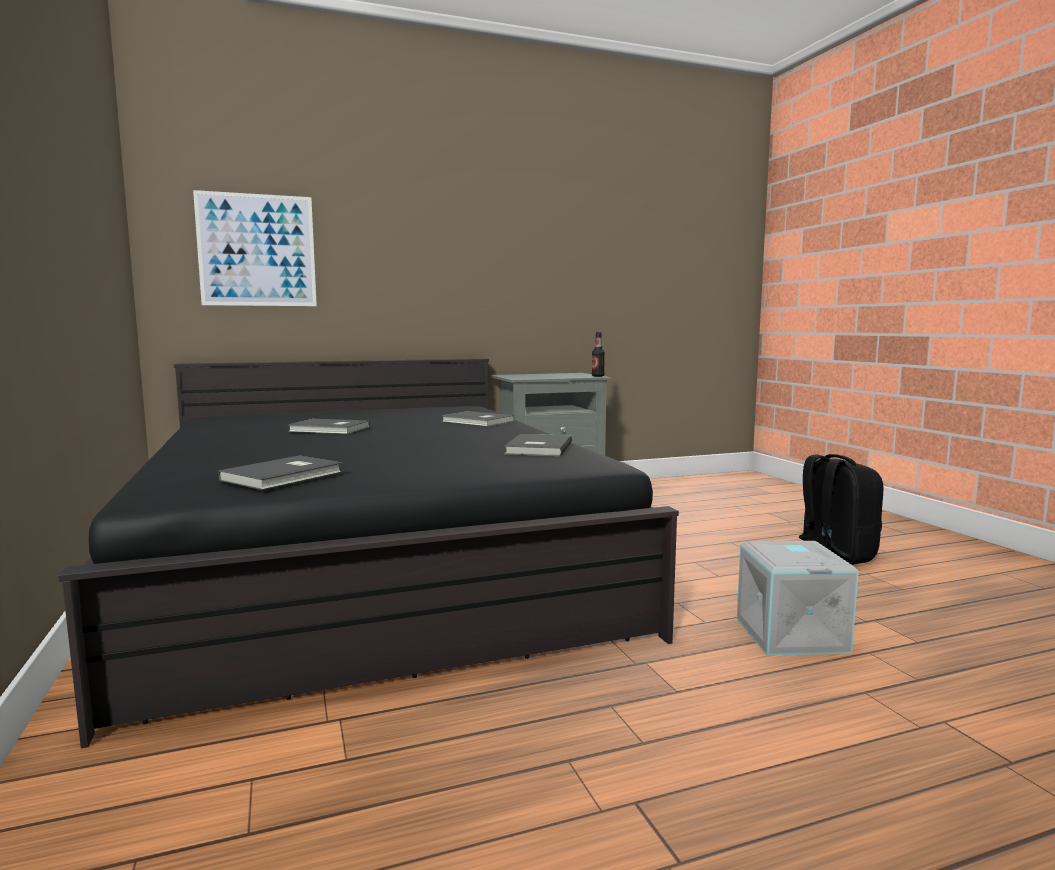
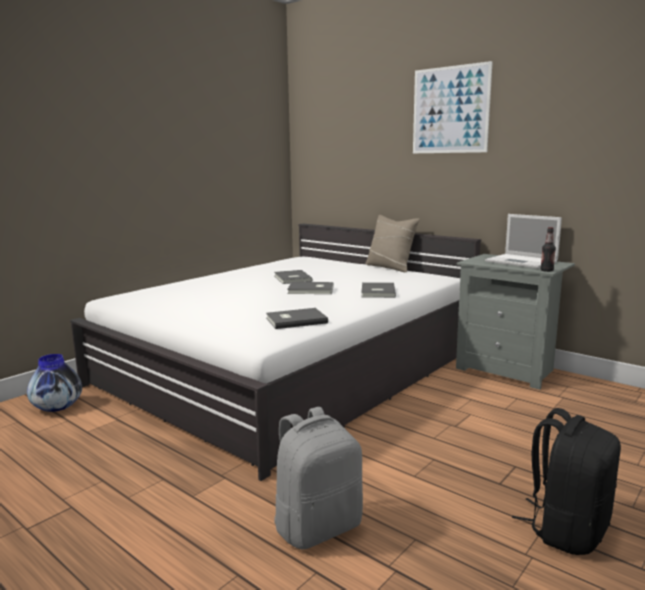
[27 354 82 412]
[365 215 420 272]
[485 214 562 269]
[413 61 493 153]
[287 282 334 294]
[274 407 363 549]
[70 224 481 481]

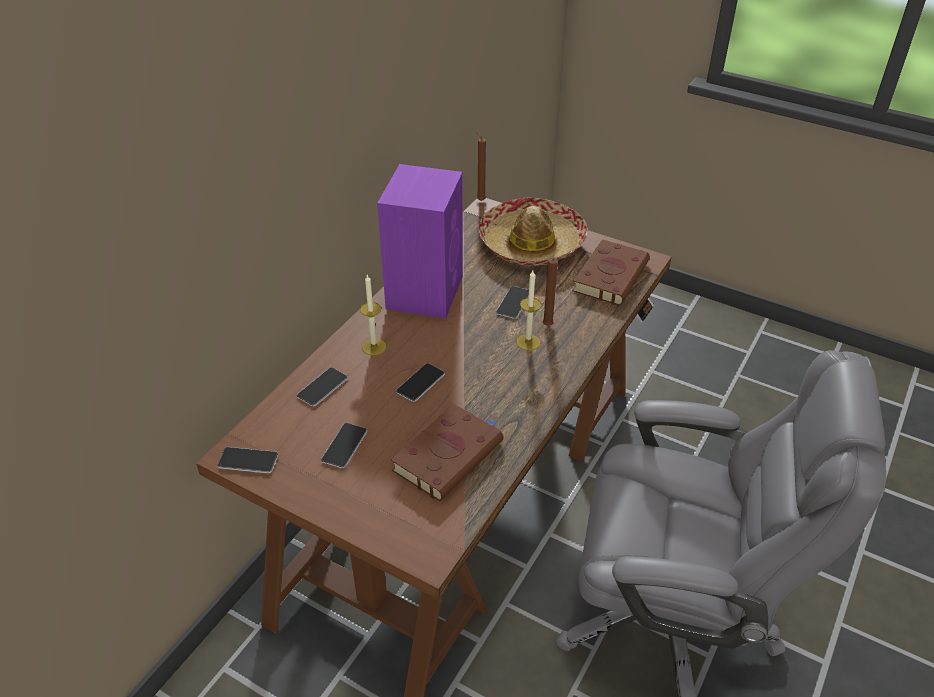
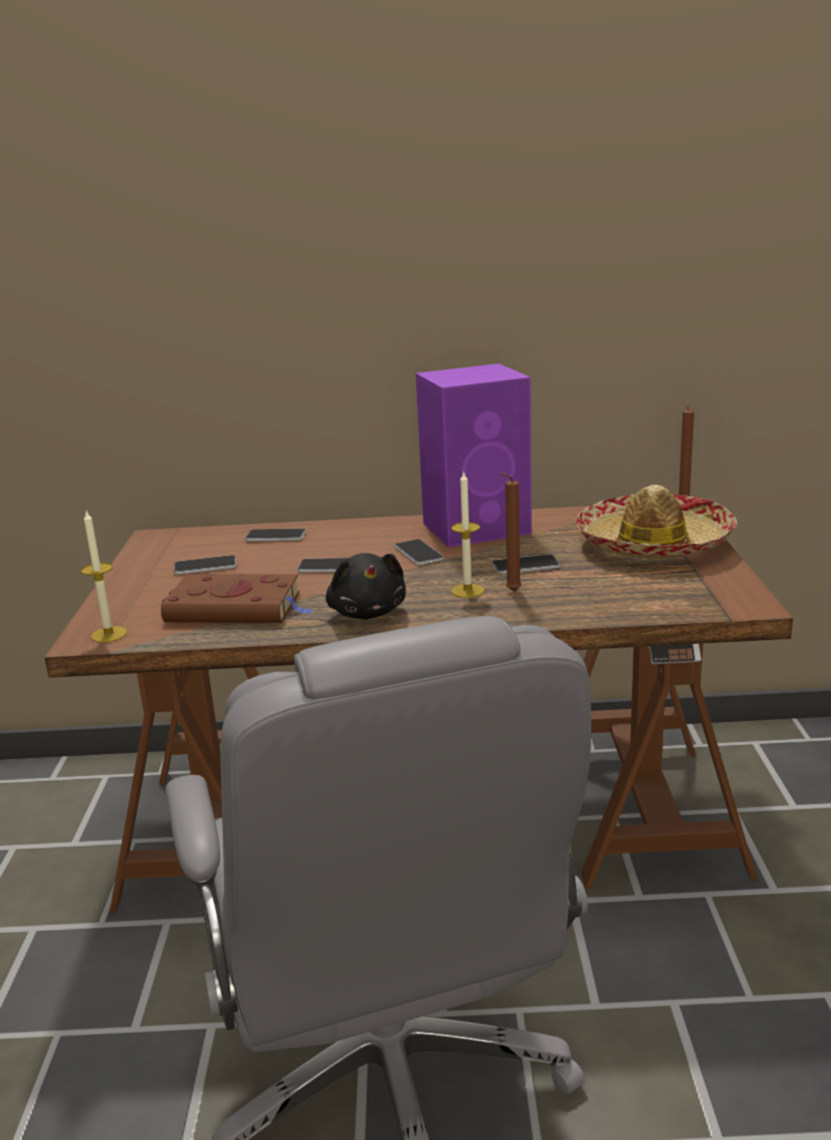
[572 239 650 306] (first image)
[326 553 406 619]
[394 539 444 565]
[81 510 127 643]

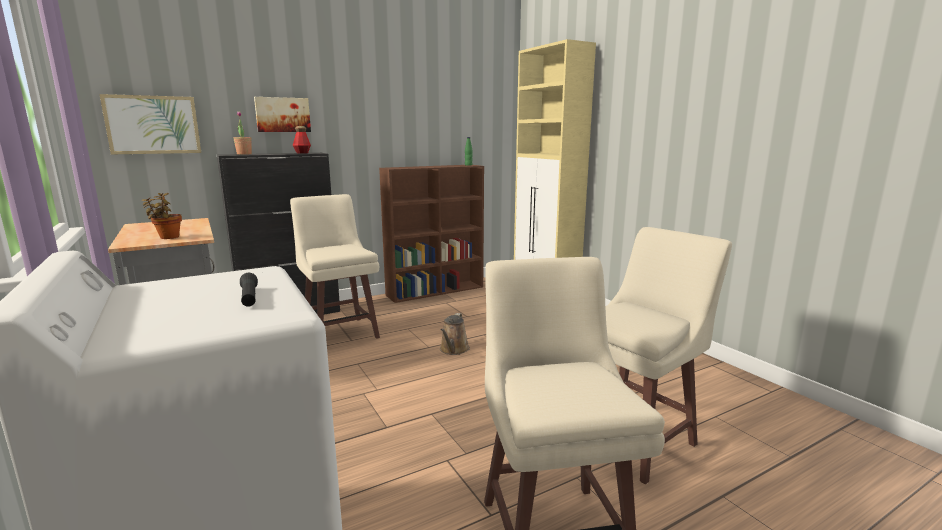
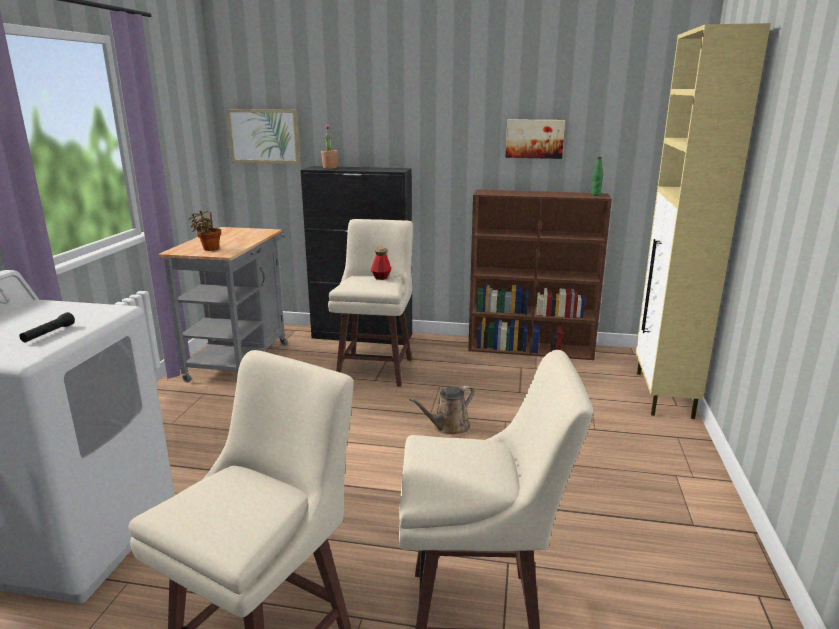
[505 119 565 159]
[371 247 391 280]

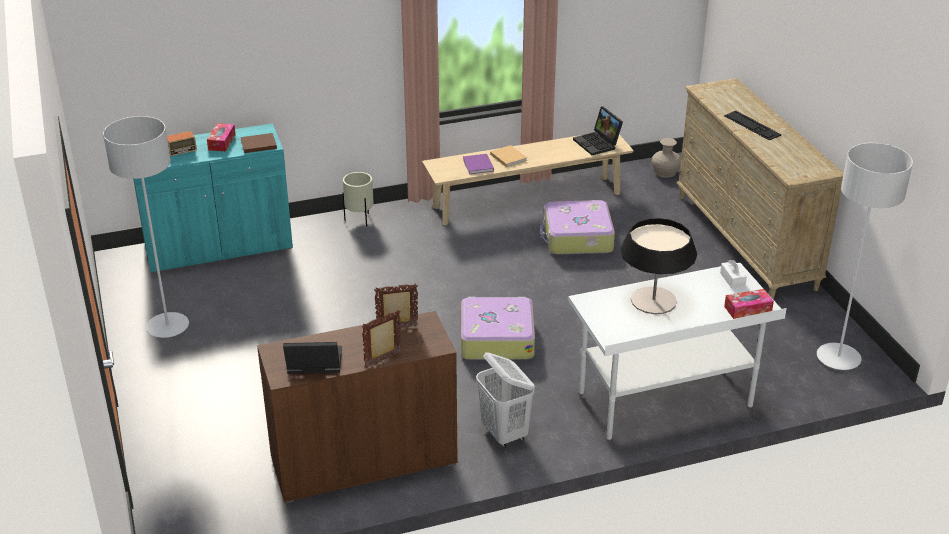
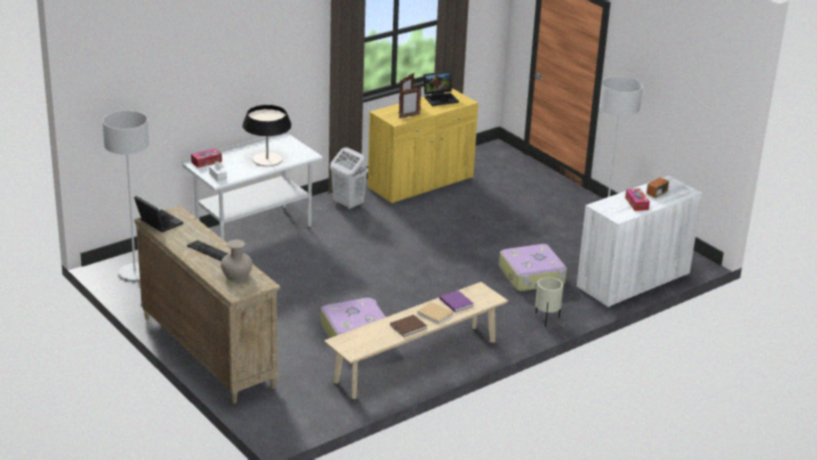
[390 315 427 337]
[499 244 567 291]
[134 196 183 232]
[221 240 253 281]
[577 176 702 308]
[368 89 478 204]

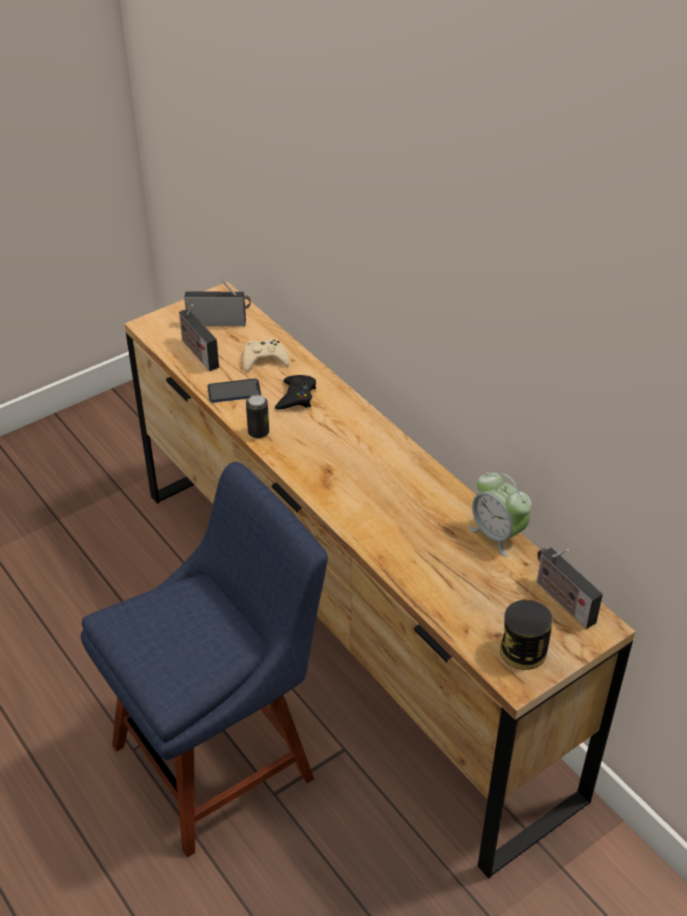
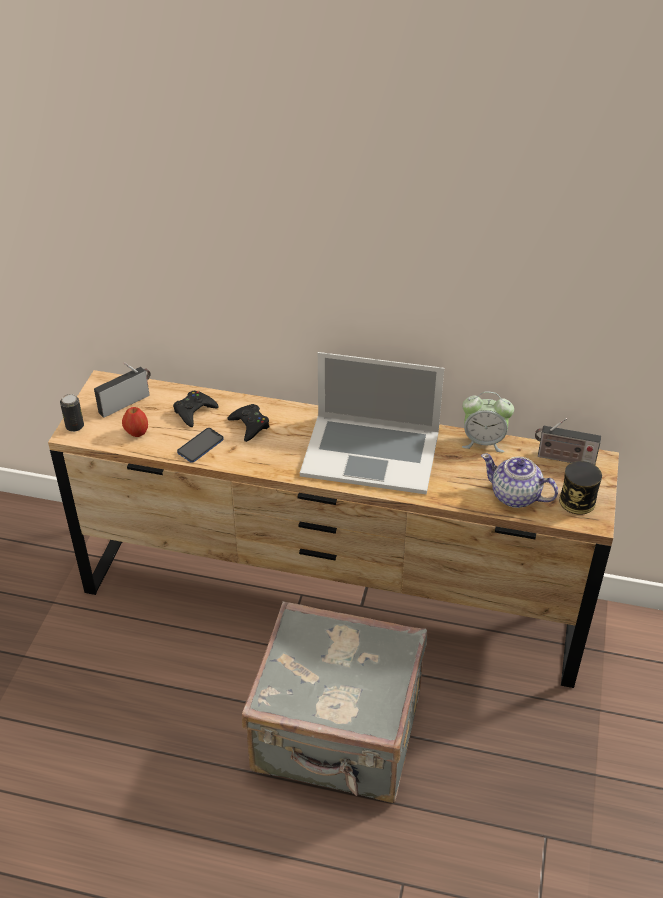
[300 352 444 494]
[481 454 558 508]
[60 394 84 432]
[242 601 427 803]
[122 407 148 437]
[173 391 218 427]

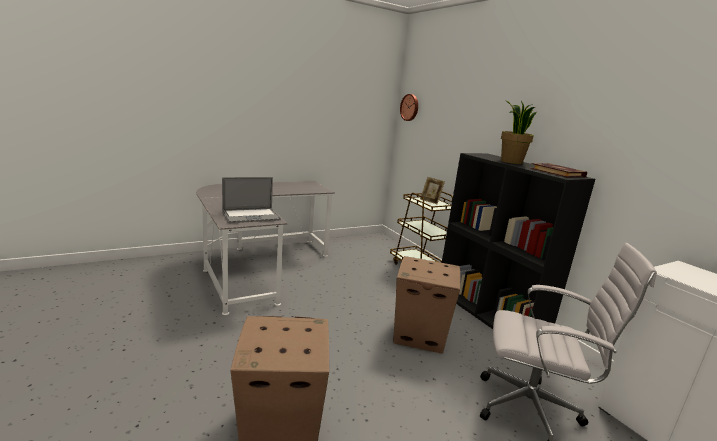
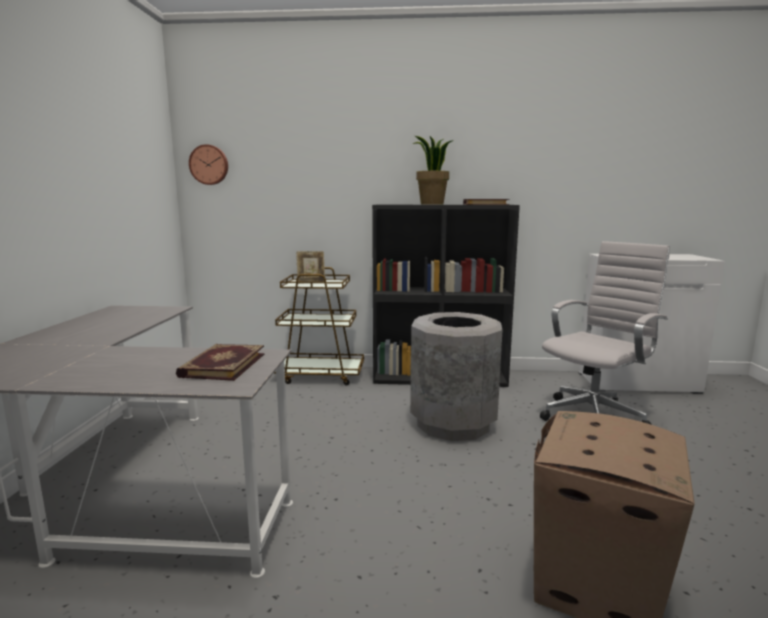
[176 344 265 381]
[410 312 503 441]

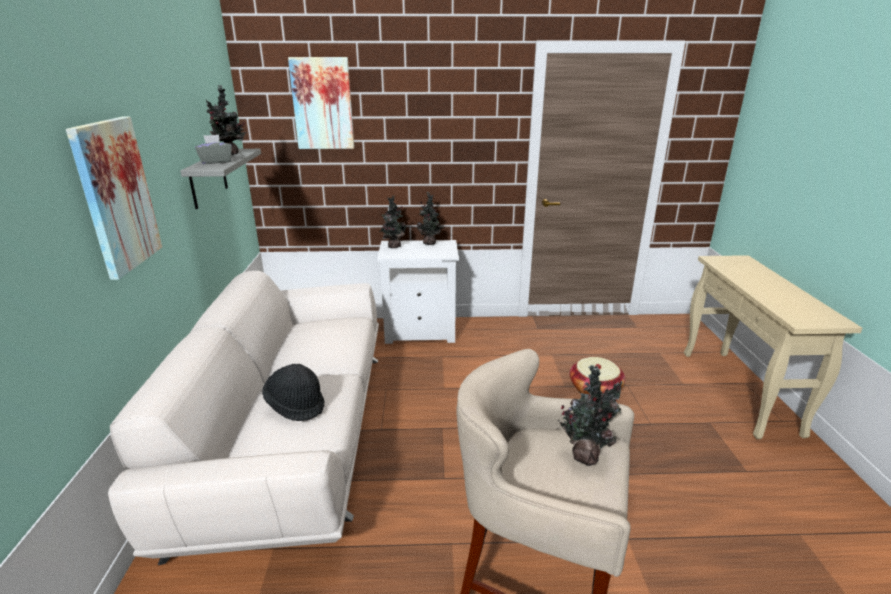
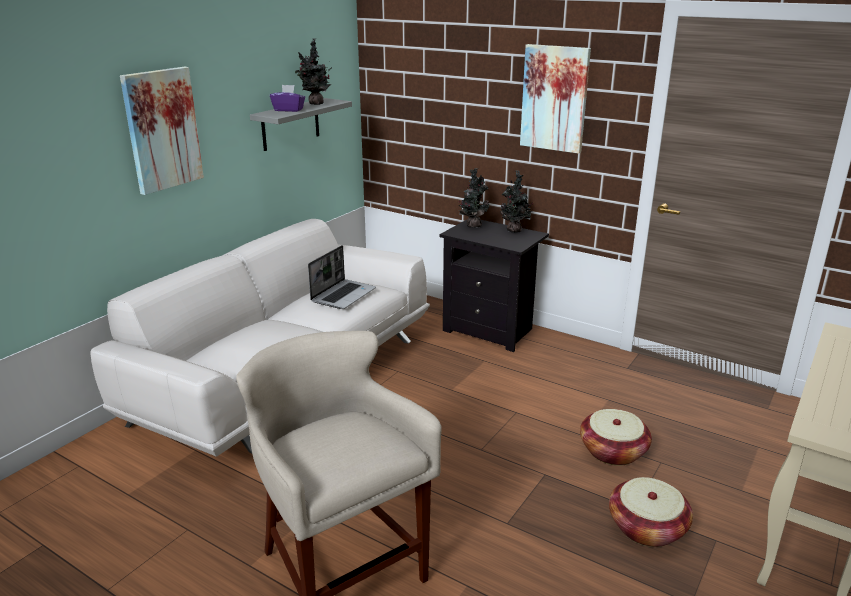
[262 364 324 421] (first image)
[558 365 623 466] (first image)
[308 245 376 309]
[609 477 693 547]
[520 44 591 154]
[270 85 305 112]
[440 220 549 352]

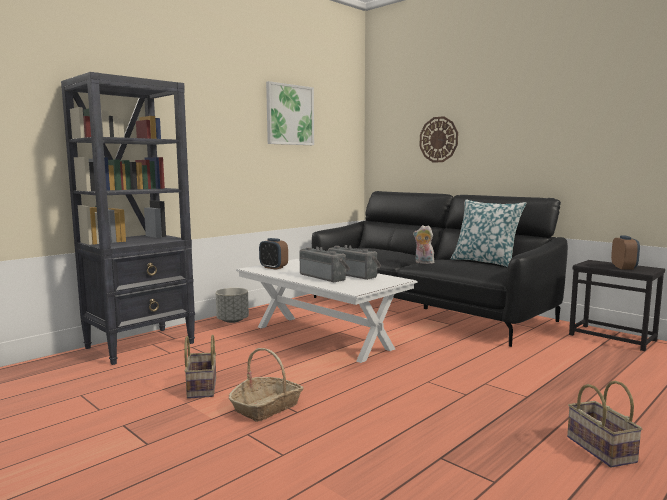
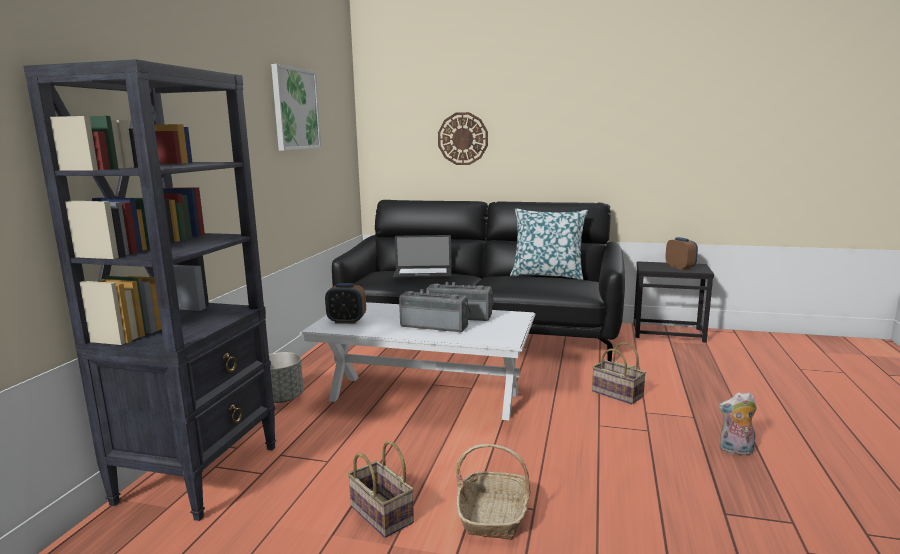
[393 235 451 280]
[719 392 757 455]
[592 342 646 405]

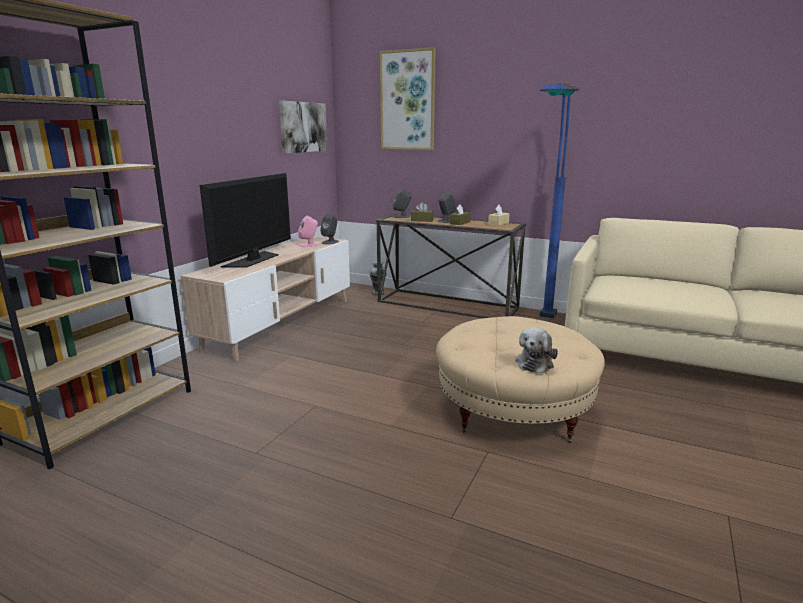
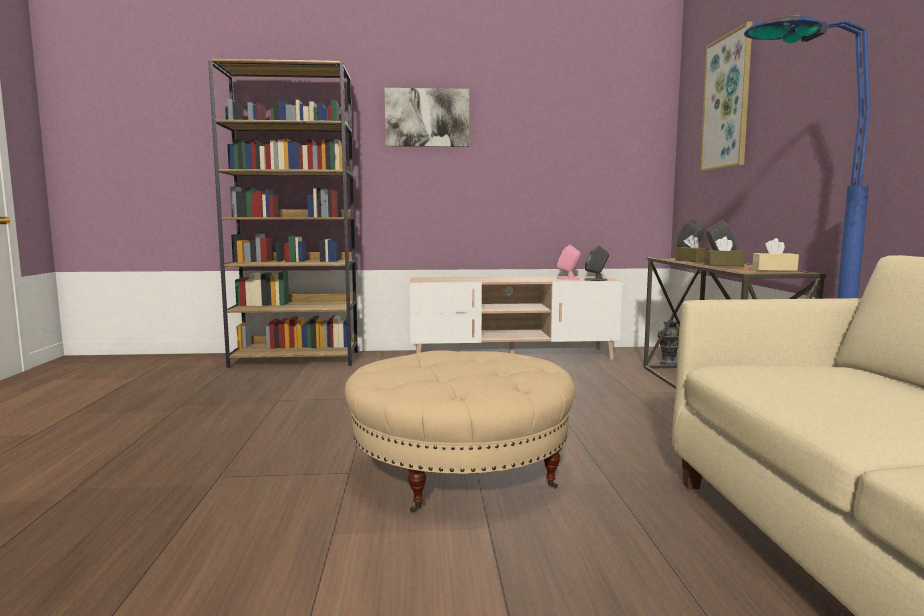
[200 173 291 268] (first image)
[515 327 558 374] (first image)
[385 88 469 147]

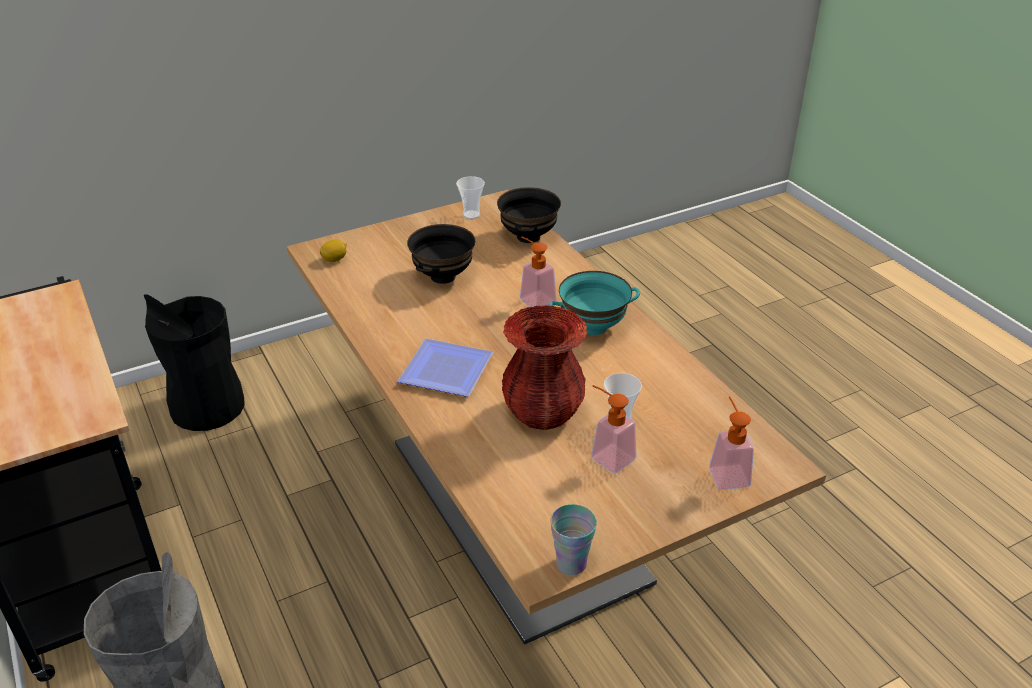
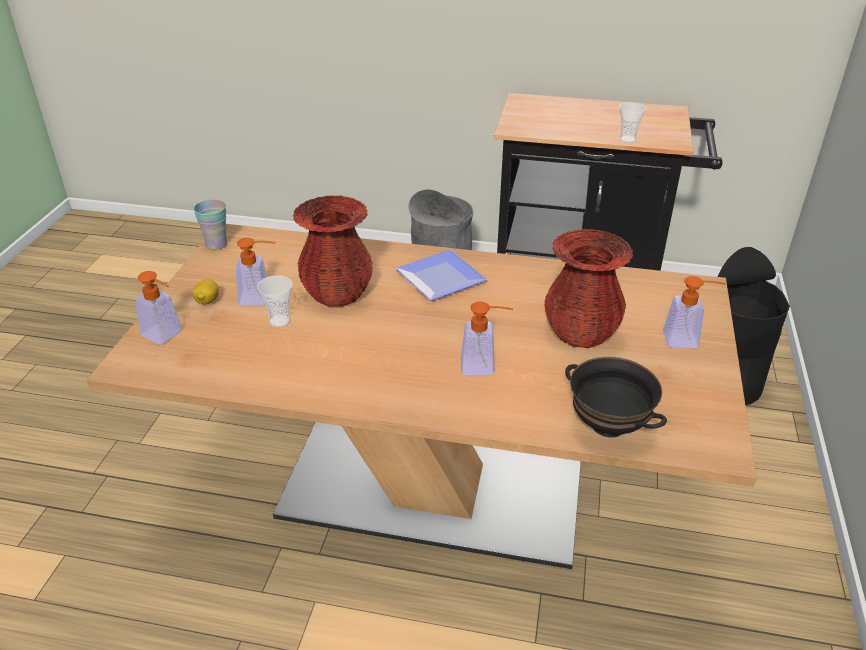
[549 271 640 335] (first image)
[663 276 726 348]
[193 279 219 305]
[619 102 646 143]
[544 229 633 348]

